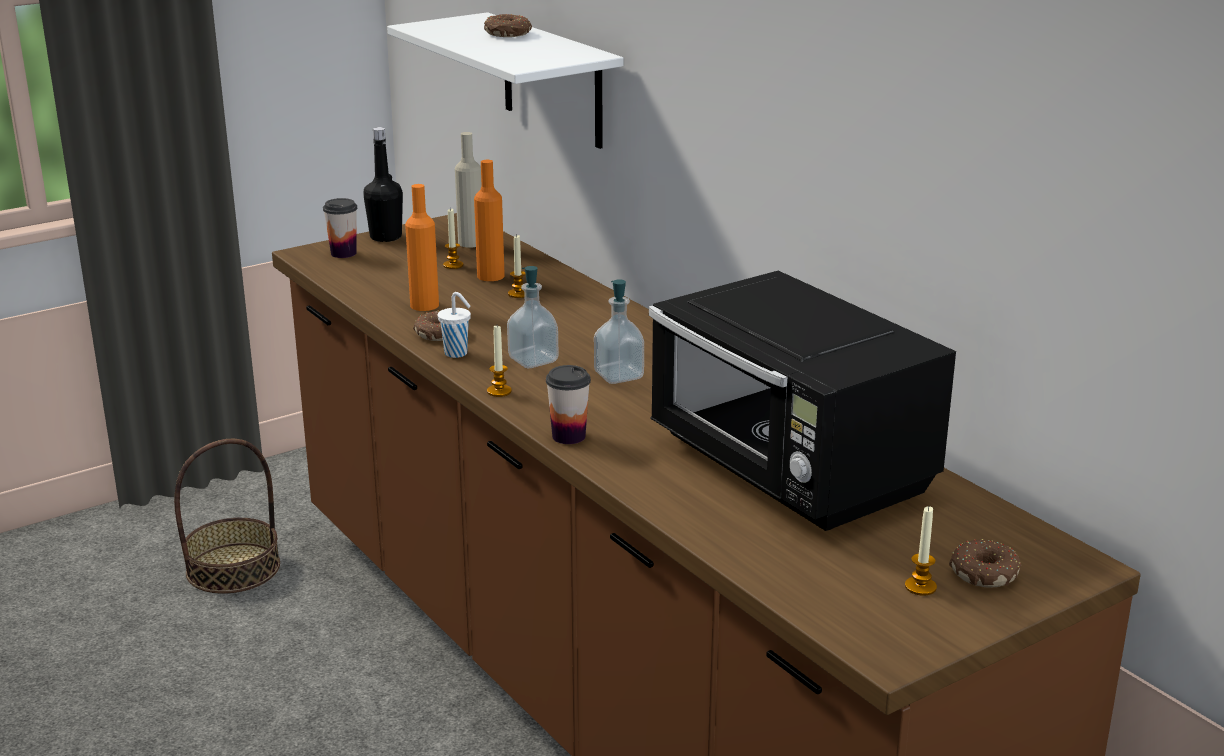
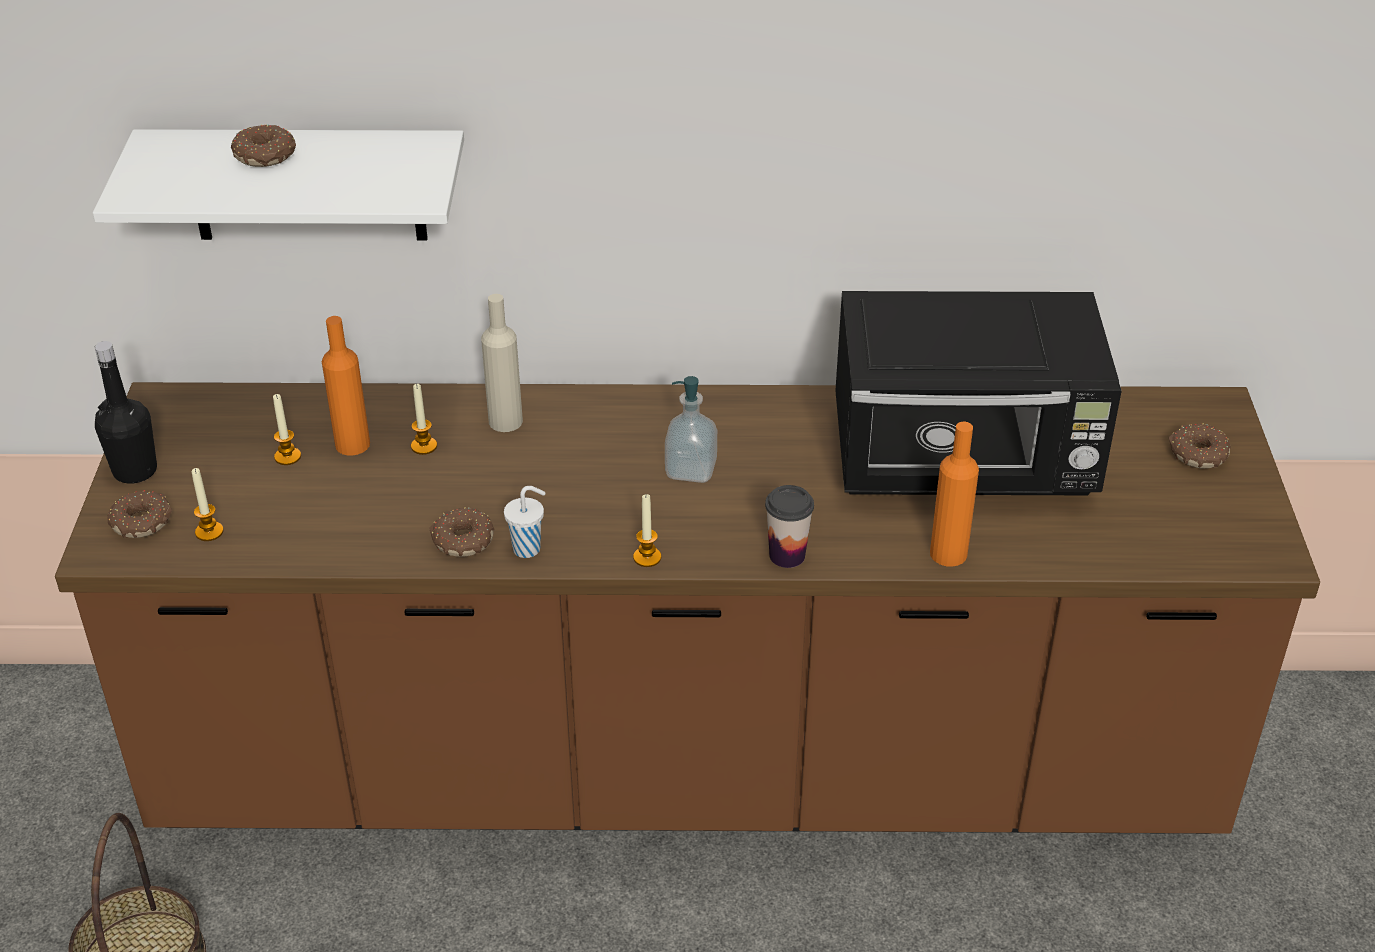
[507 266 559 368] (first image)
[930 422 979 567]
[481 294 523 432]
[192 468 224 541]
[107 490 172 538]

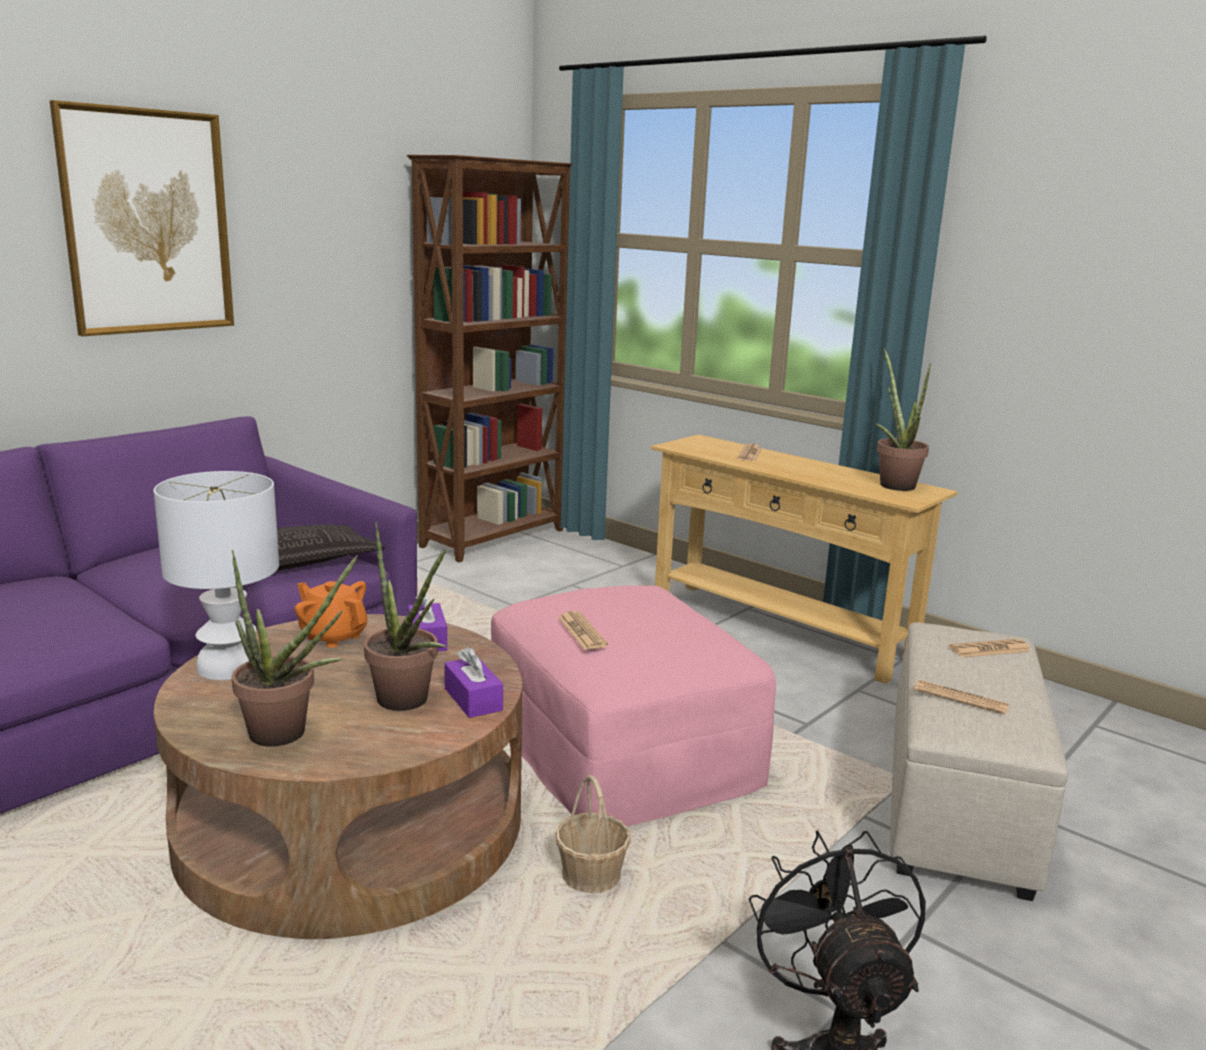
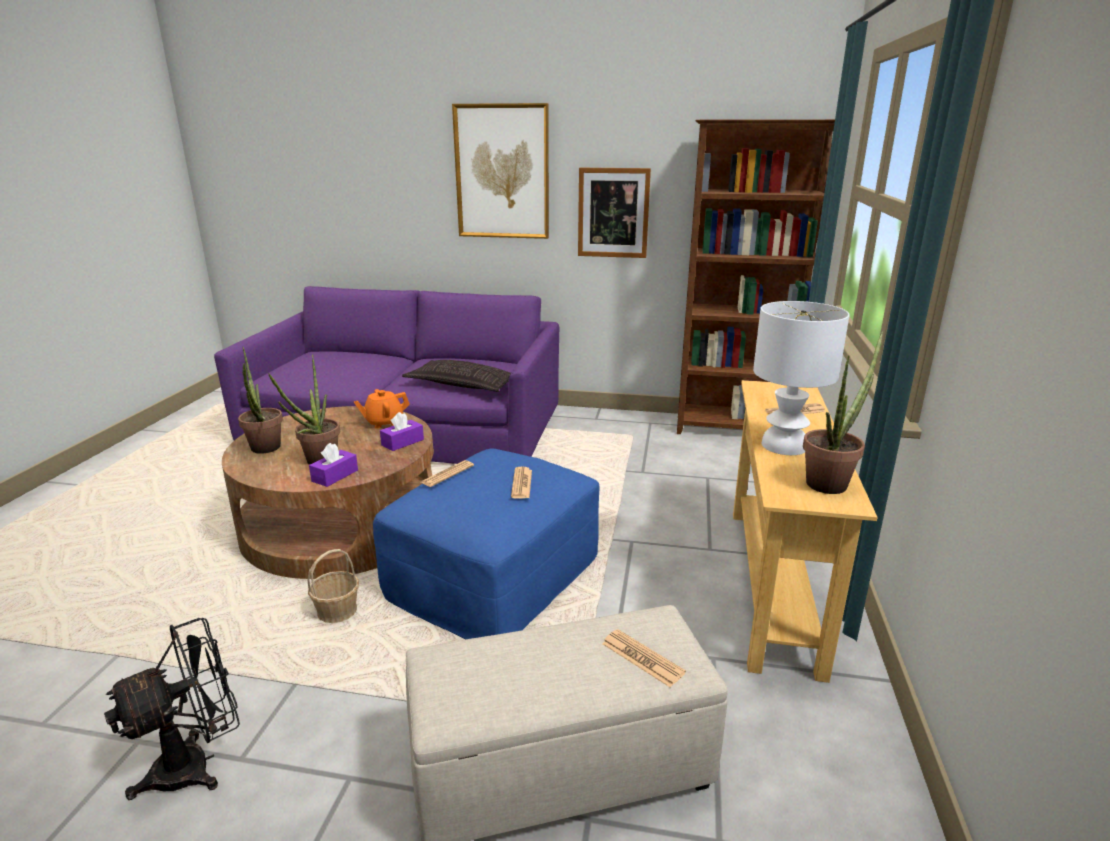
[578 168 651 258]
[753 301 850 455]
[511 466 532 499]
[373 449 599 639]
[354 389 410 429]

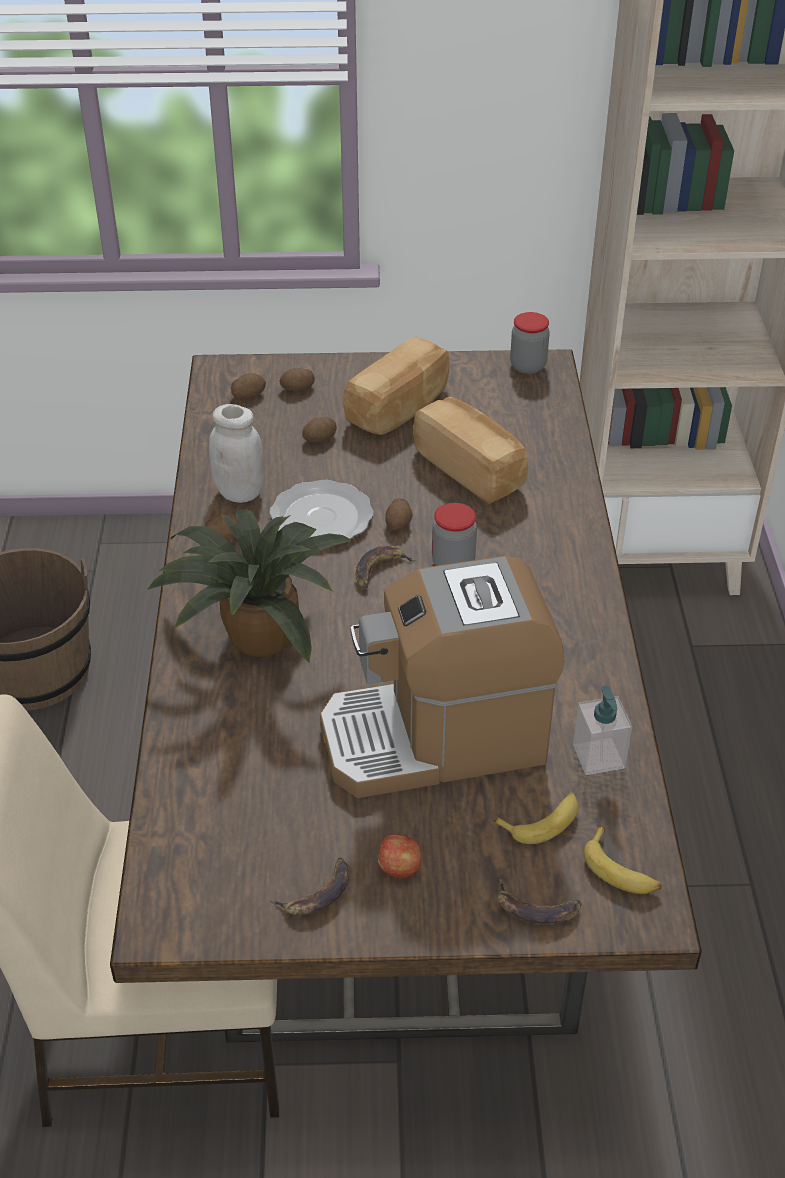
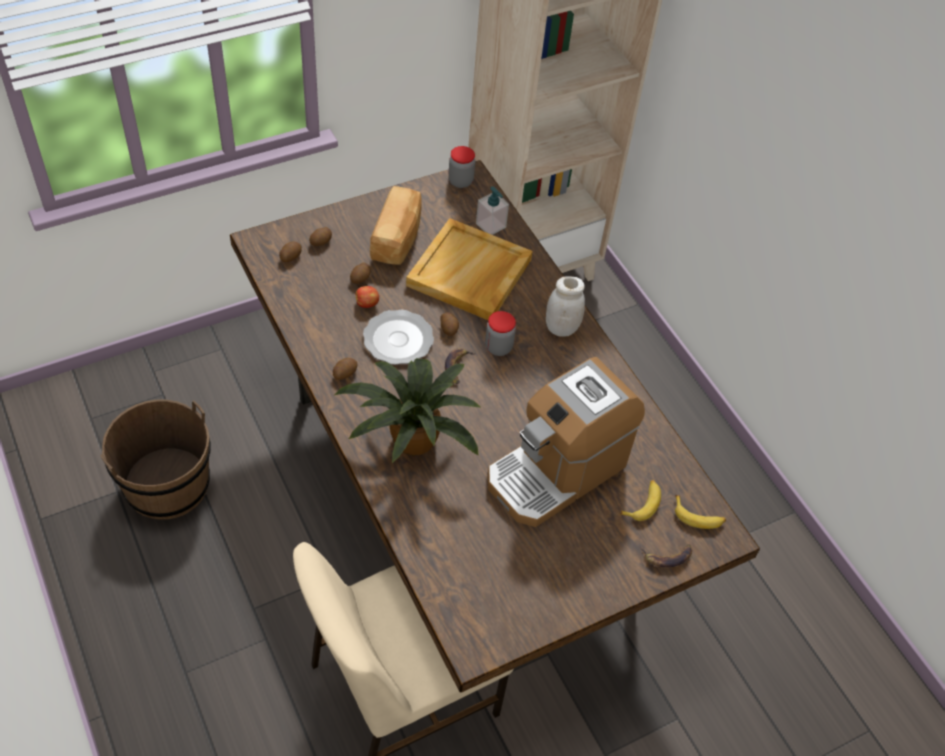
[270 857 351 915] (first image)
[546 276 585 337]
[356 286 379 308]
[476 186 509 235]
[406 218 533 320]

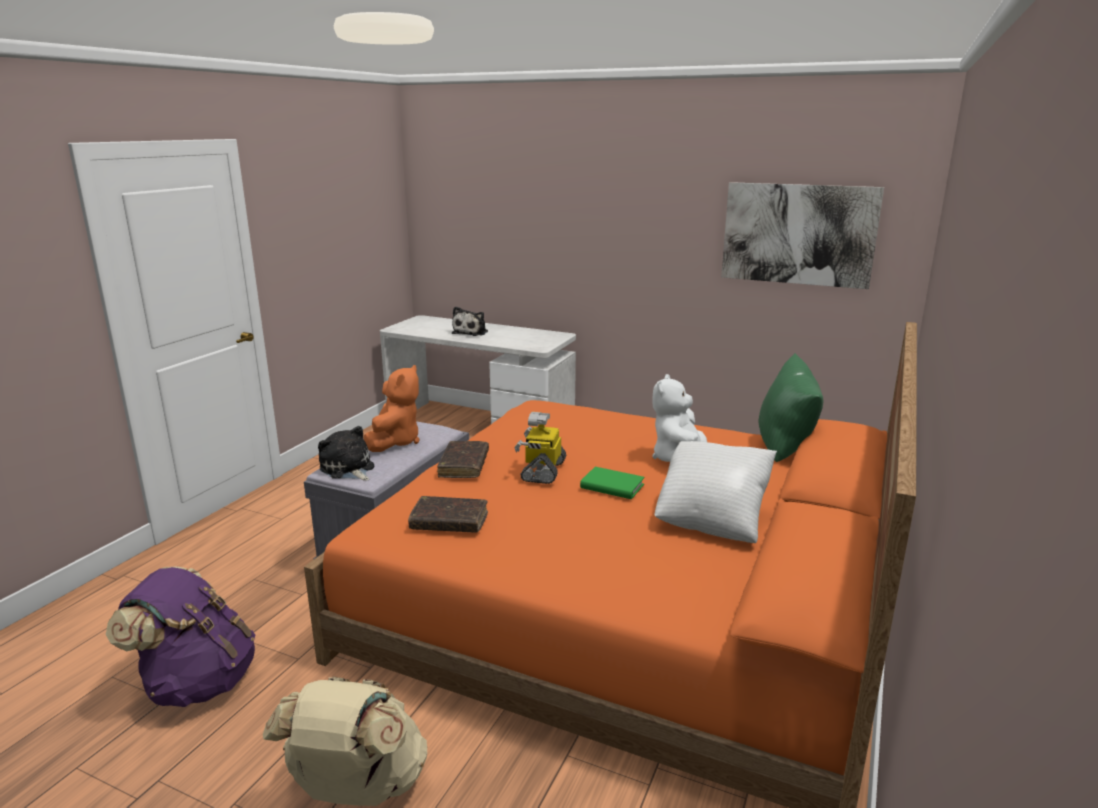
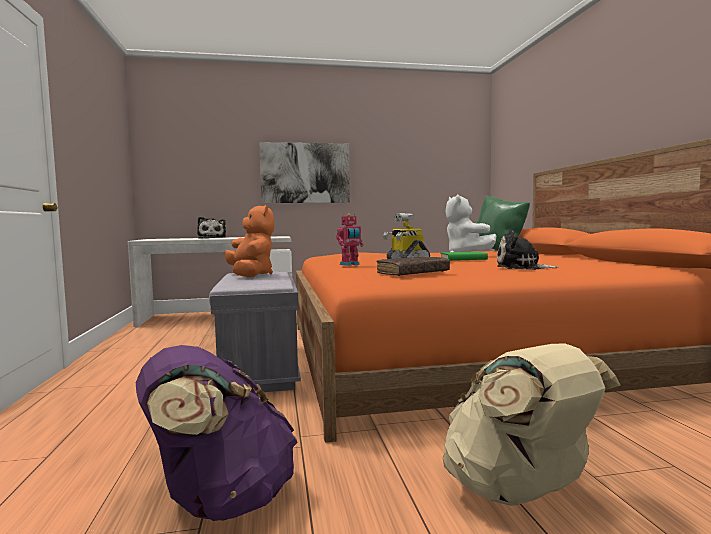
[654 441 777 543] (first image)
[497 230 558 270]
[259 142 350 203]
[336 213 363 266]

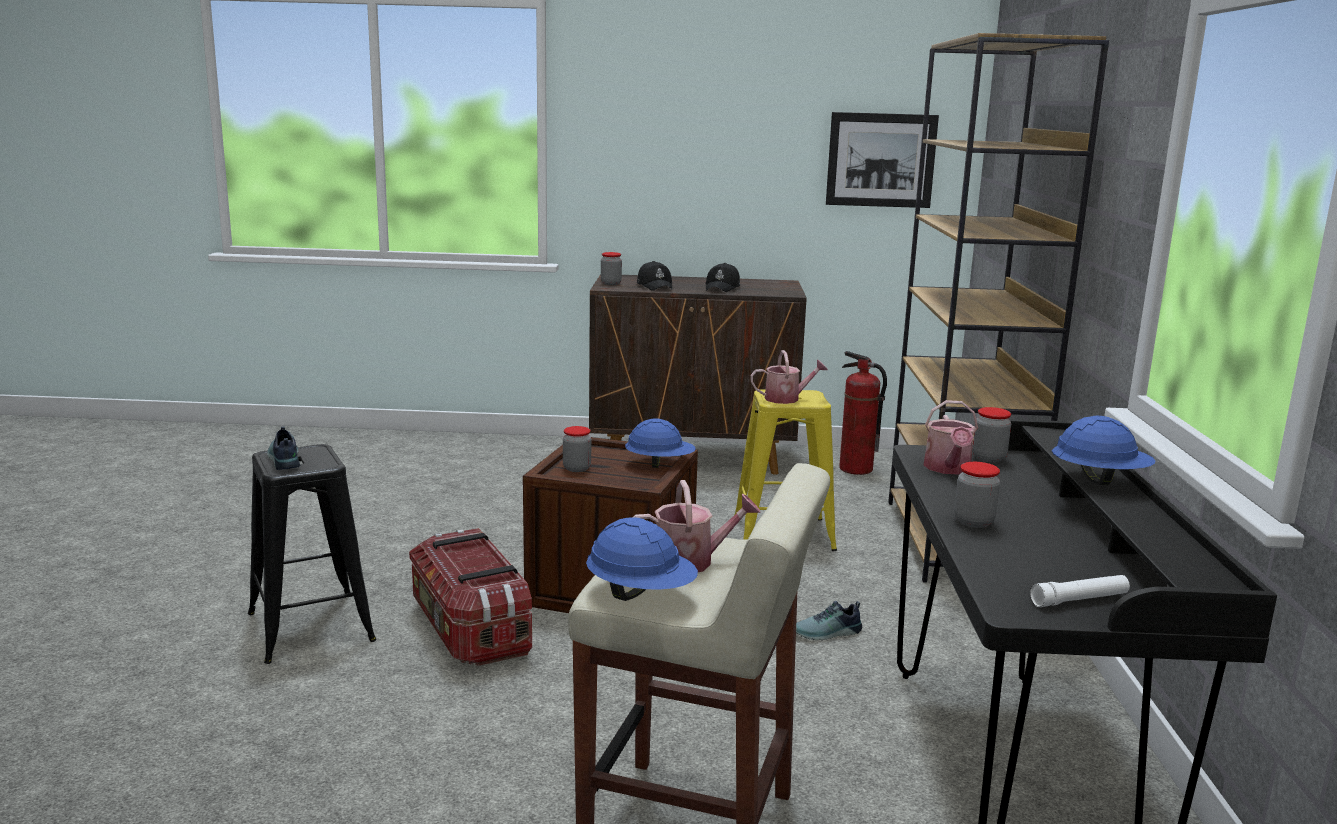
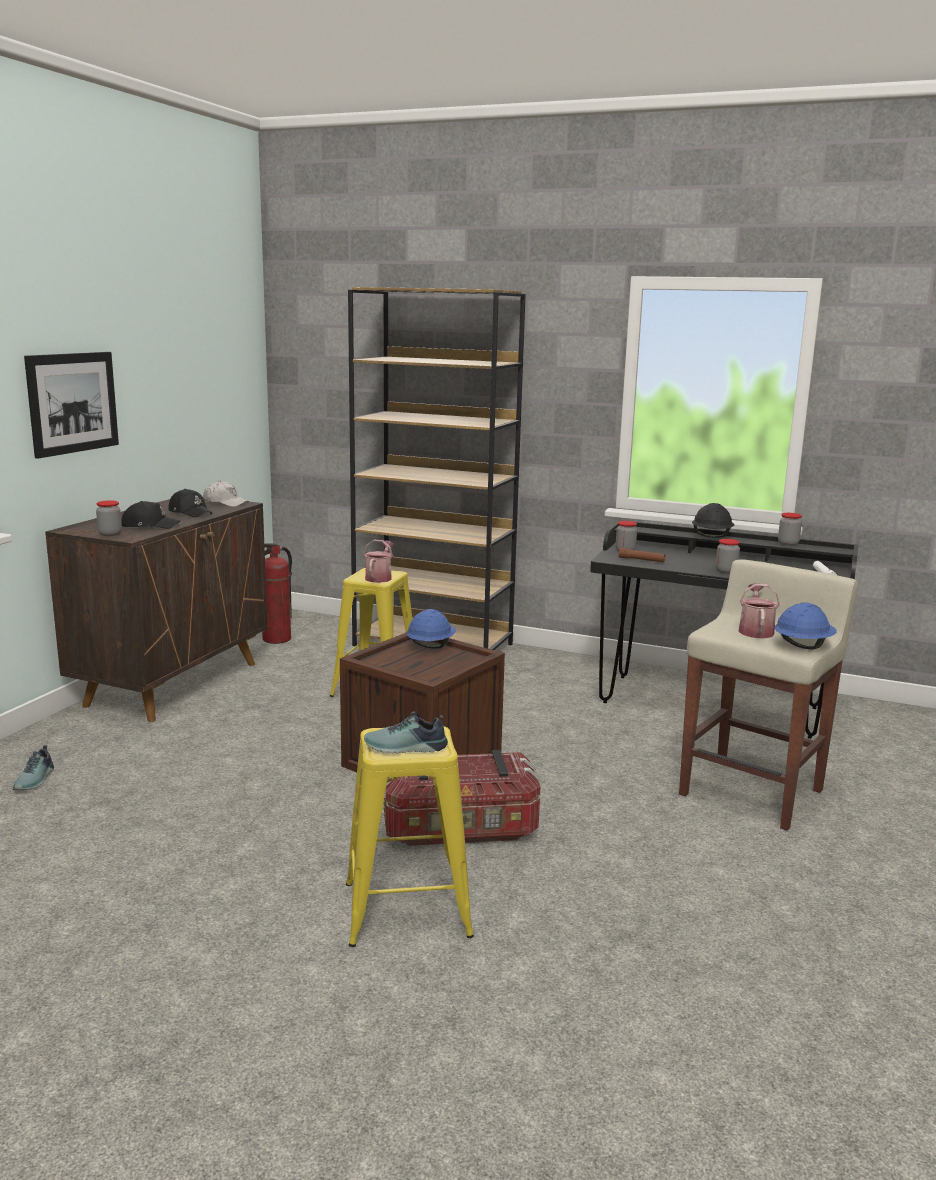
[203 480 249 507]
[778 513 802 546]
[13 745 54 790]
[24 352 119 459]
[619 548 665 562]
[346 727 474 947]
[692 503 734 538]

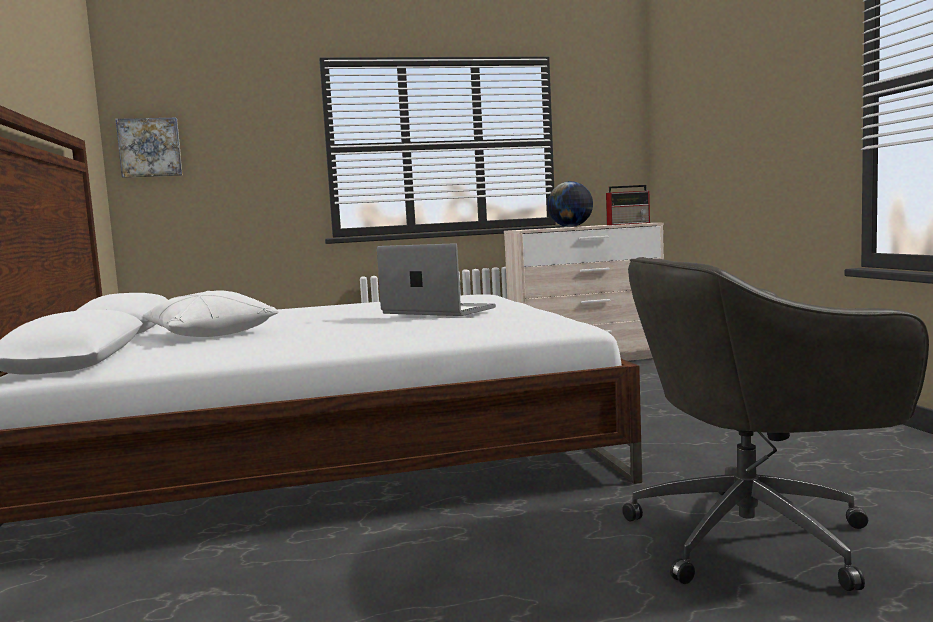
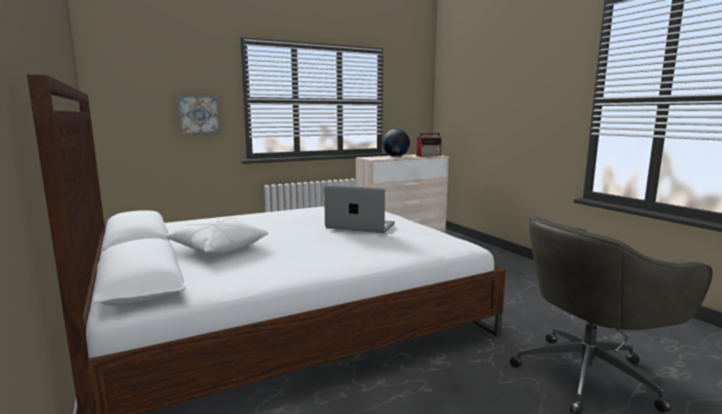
[177 95 220 134]

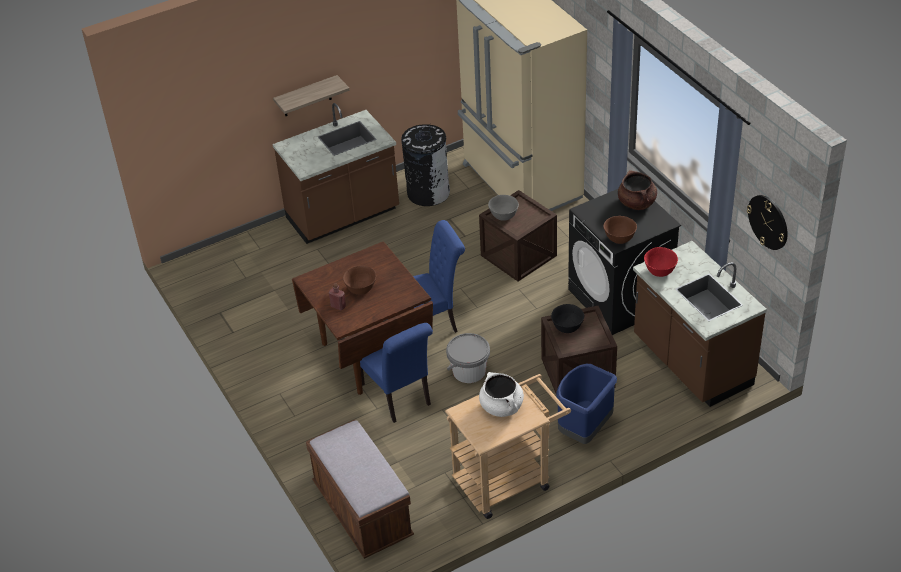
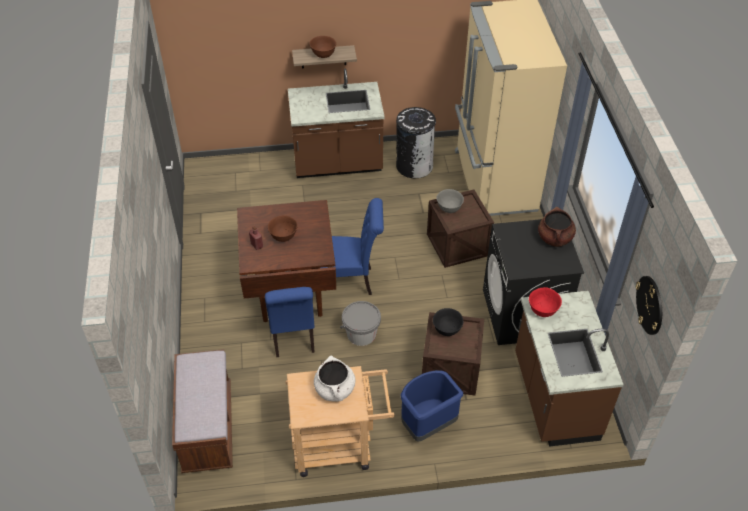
[310 36 336 58]

